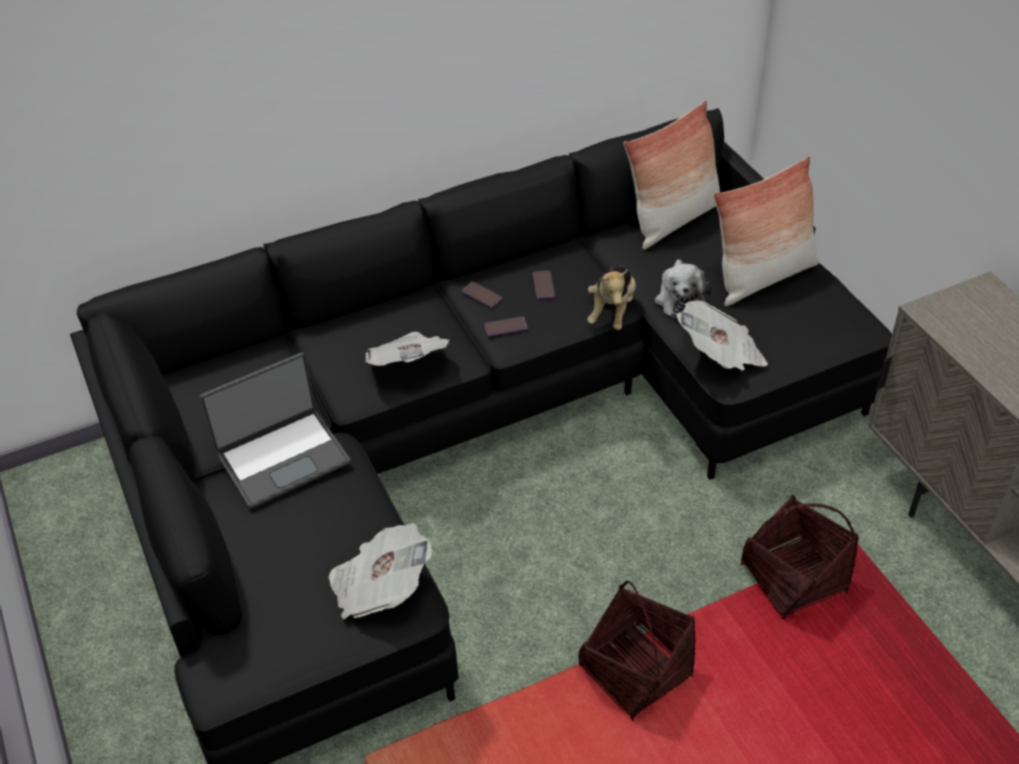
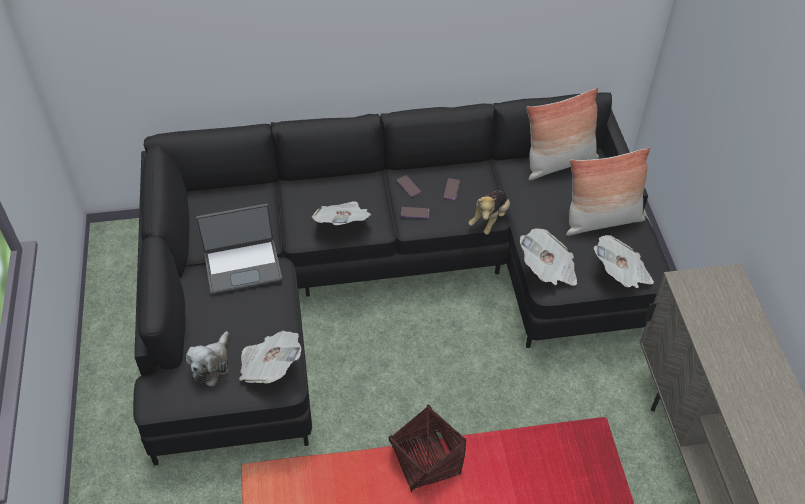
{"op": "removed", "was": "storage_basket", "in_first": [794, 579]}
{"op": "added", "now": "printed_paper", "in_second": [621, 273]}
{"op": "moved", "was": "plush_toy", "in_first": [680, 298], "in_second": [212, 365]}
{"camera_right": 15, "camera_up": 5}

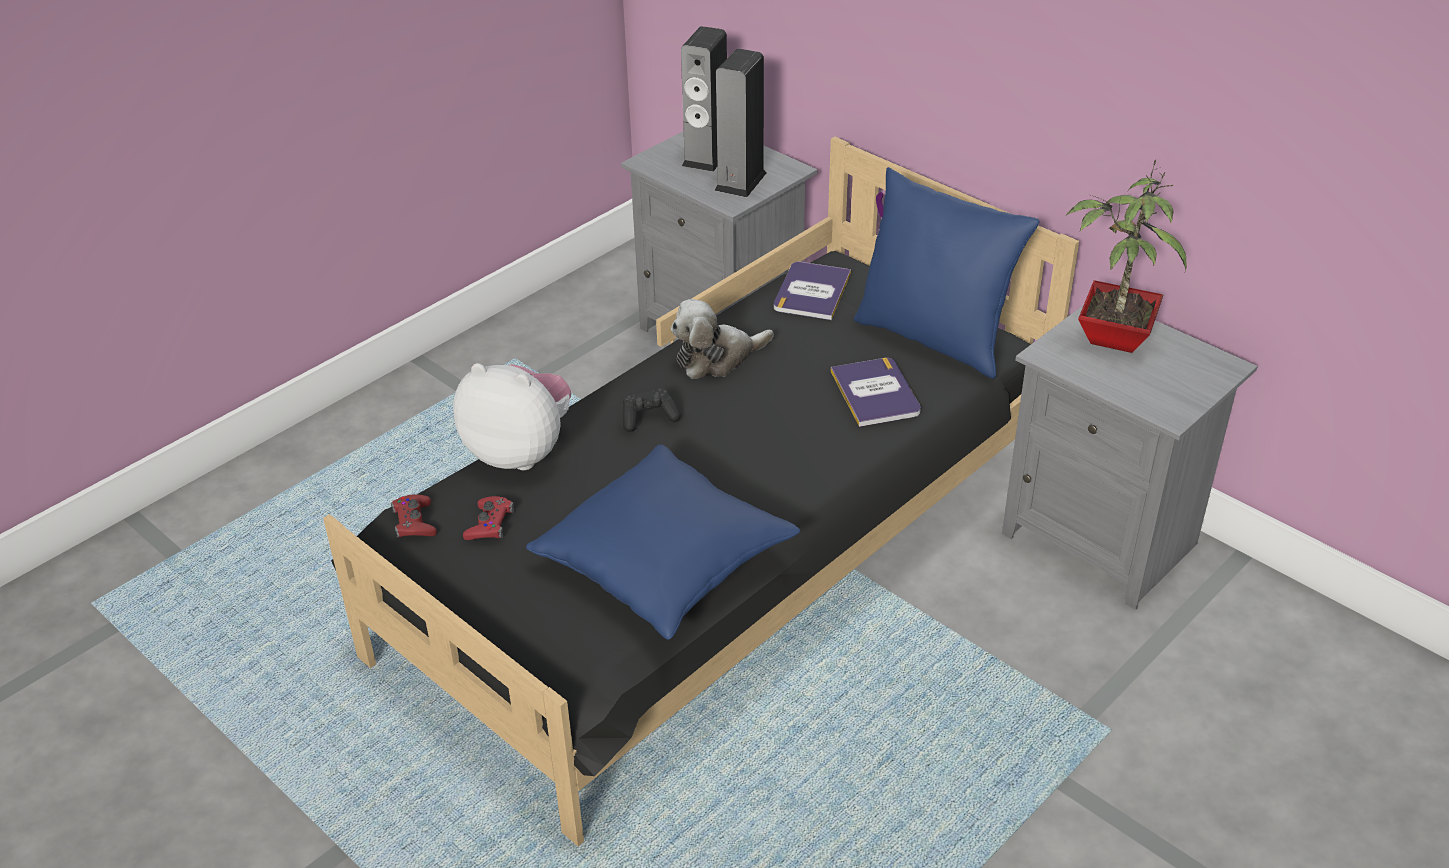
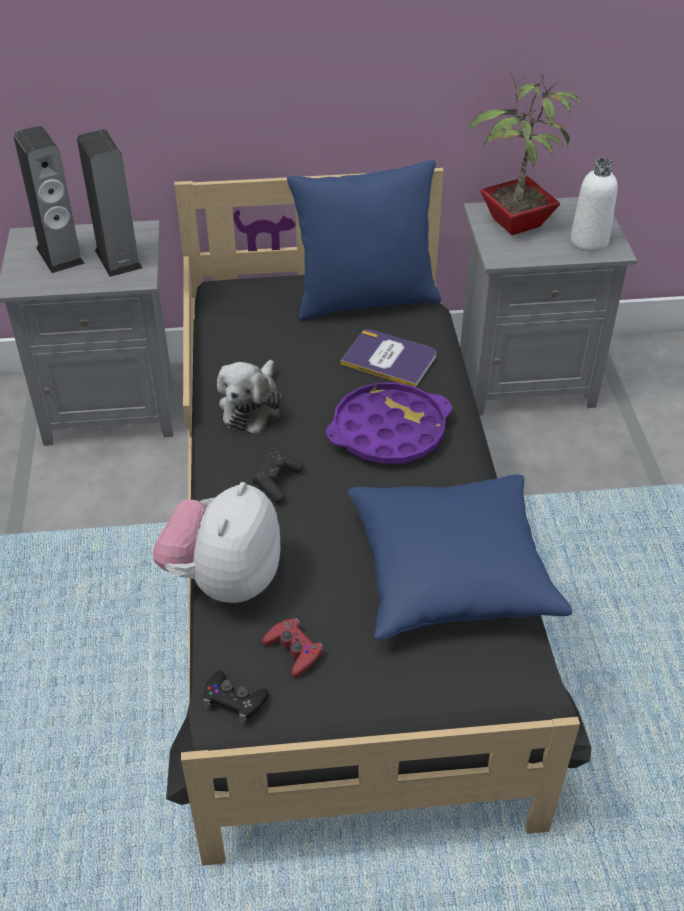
{"op": "removed", "was": "volume", "in_first": [811, 292]}
{"op": "added", "now": "purplish_tray", "in_second": [388, 431]}
{"op": "added", "now": "whitish_beverage_bottle", "in_second": [589, 241]}
{"op": "recoloured", "was": "reddish_gamepad", "now": "black_gamepad", "in_first": [414, 522], "in_second": [234, 700]}
{"op": "turned", "was": "plush_toy", "in_first": [520, 451], "in_second": [224, 579], "clockwise": -45}
{"camera_right": -50, "camera_up": 5}

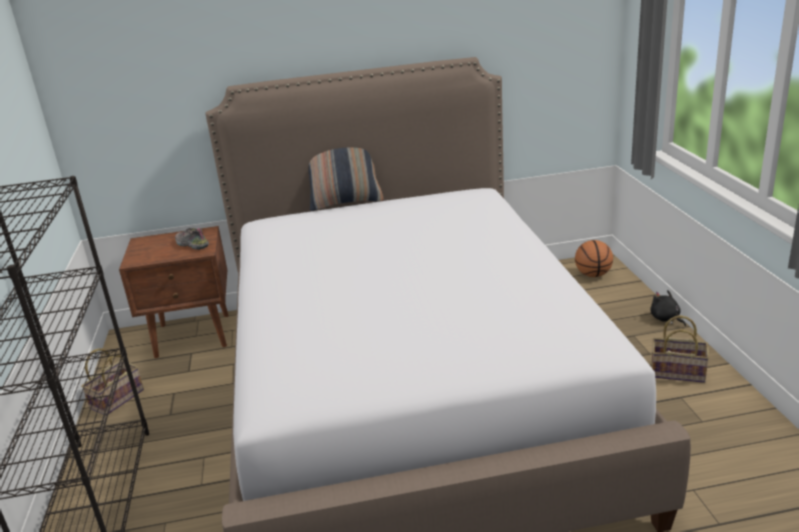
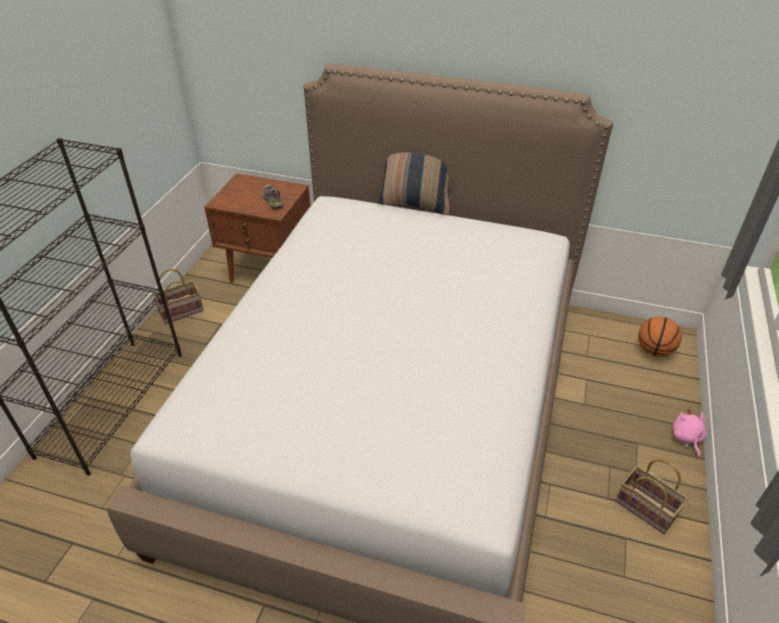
{"op": "recoloured", "was": "black_plush_toy", "now": "pinkish_plush_toy", "in_first": [666, 319], "in_second": [686, 438]}
{"camera_right": 25, "camera_up": 15}

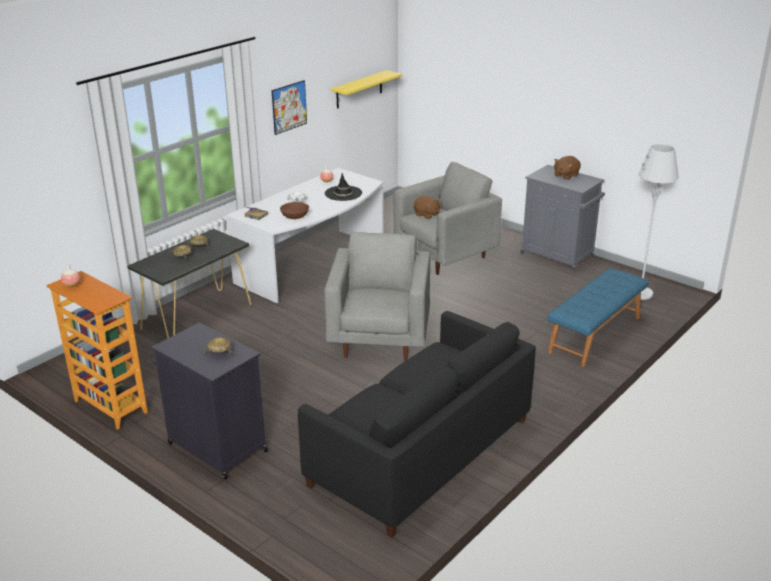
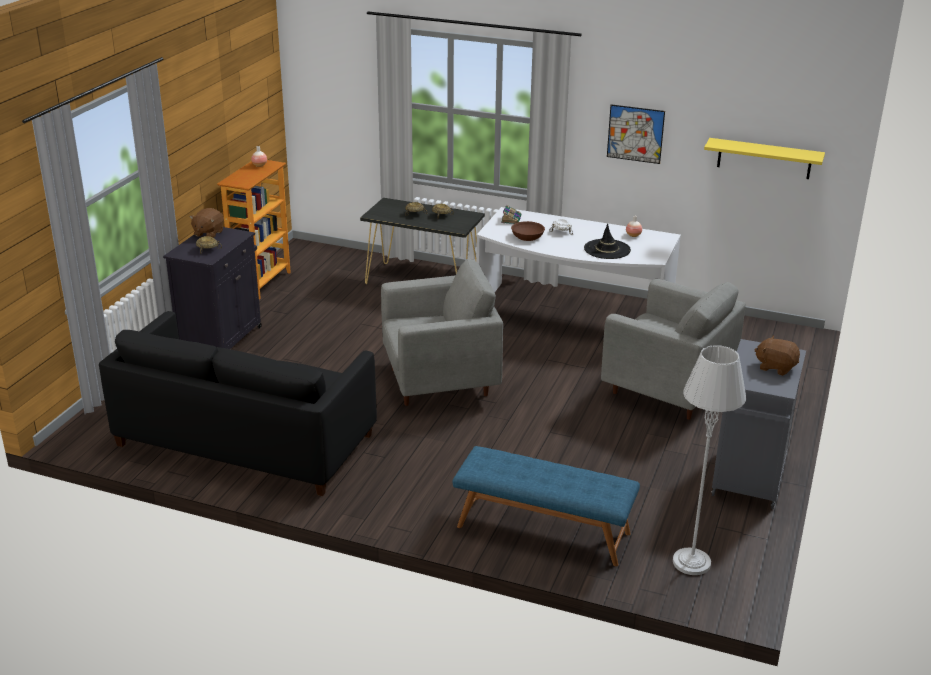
{"op": "moved", "was": "brown-coloured_plush_toy", "in_first": [426, 215], "in_second": [208, 233]}
{"camera_right": 70, "camera_up": 0}

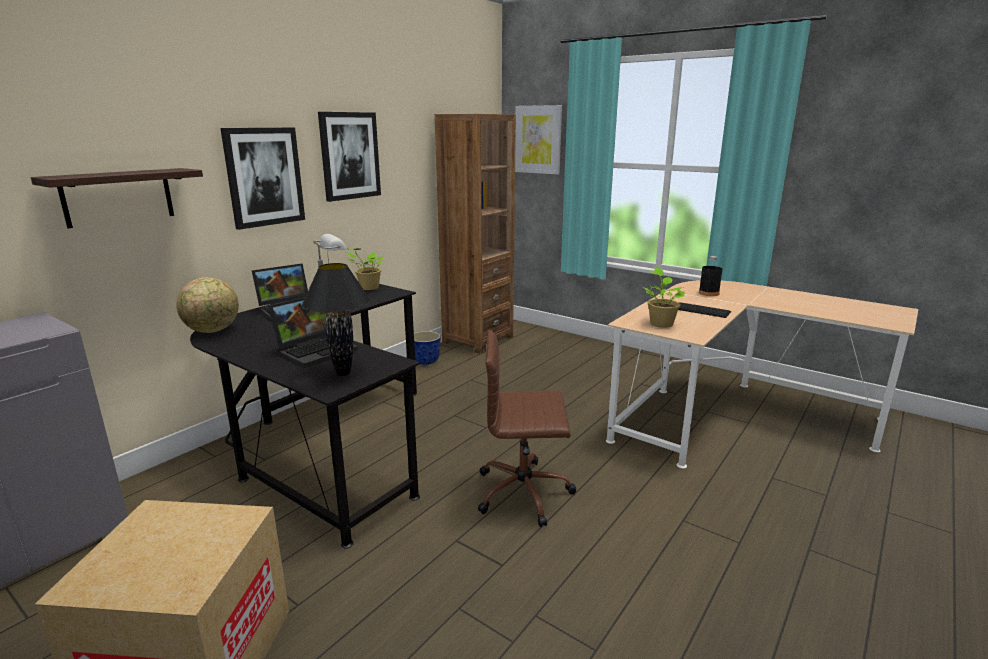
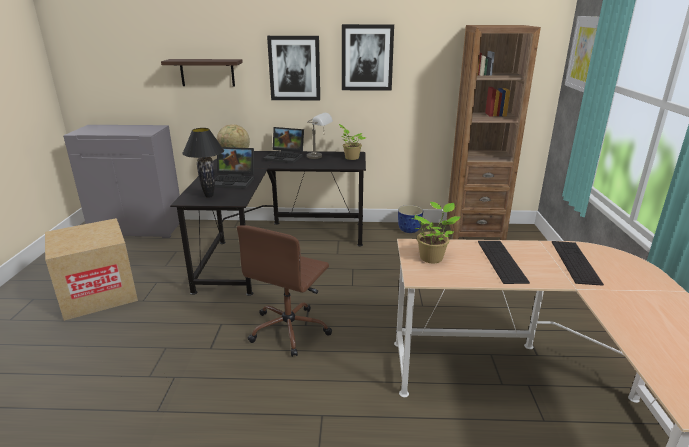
{"op": "replaced", "was": "black_beverage_bottle", "now": "keyboard", "in_first": [709, 293], "in_second": [575, 262]}
{"op": "turned", "was": "brown-coloured_office_chair", "in_first": [525, 492], "in_second": [290, 329], "clockwise": -120}
{"camera_right": 55, "camera_up": 5}

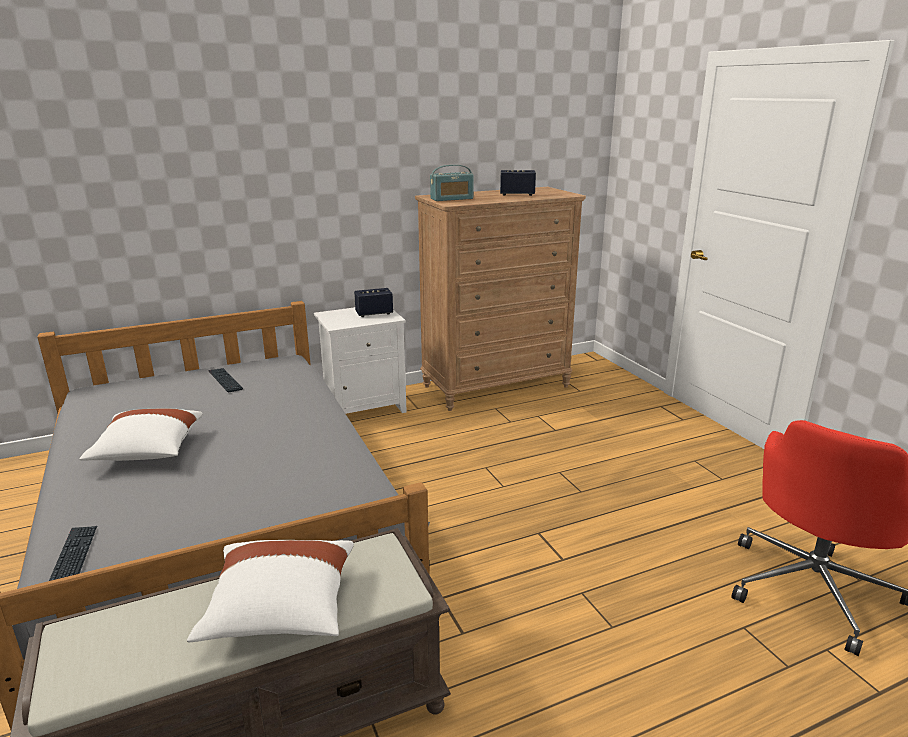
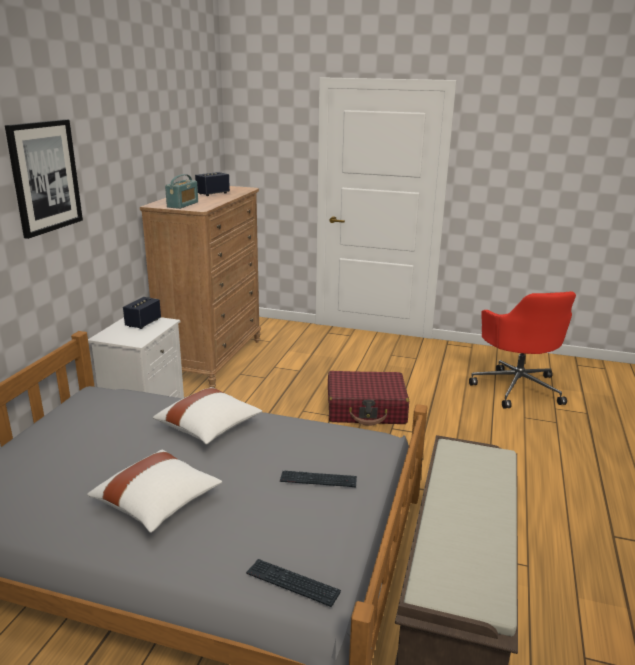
{"op": "added", "now": "picture", "in_second": [45, 177]}
{"op": "added", "now": "reddish_travel_case", "in_second": [366, 409]}
{"op": "moved", "was": "whitish_throw_pillow", "in_first": [280, 610], "in_second": [209, 428]}
{"op": "moved", "was": "keyboard", "in_first": [225, 381], "in_second": [318, 480]}
{"camera_right": -50, "camera_up": 0}

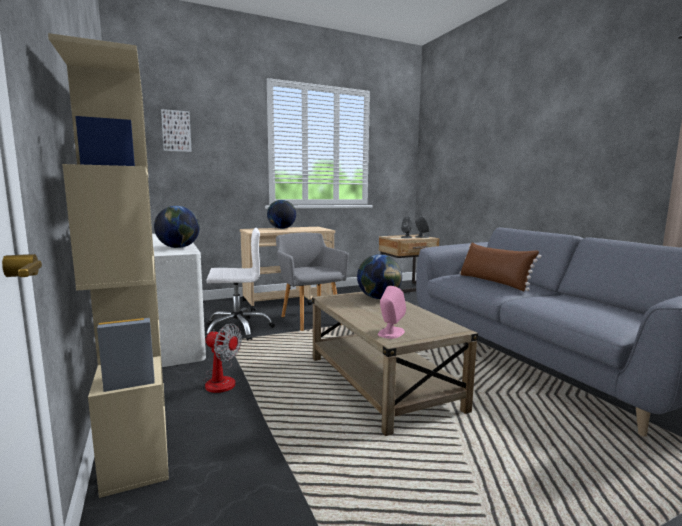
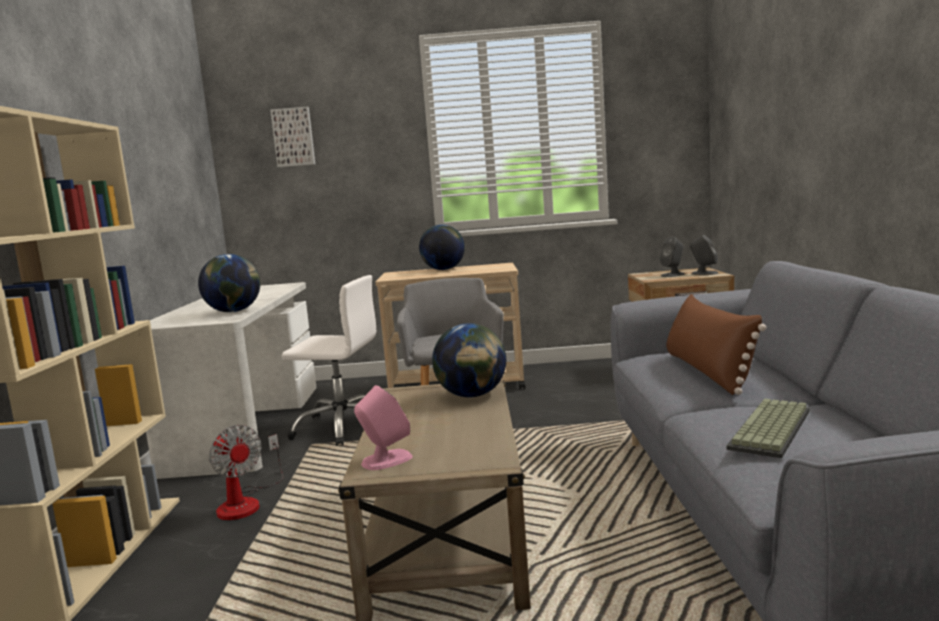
{"op": "added", "now": "keyboard", "in_second": [772, 430]}
{"camera_right": 25, "camera_up": 0}

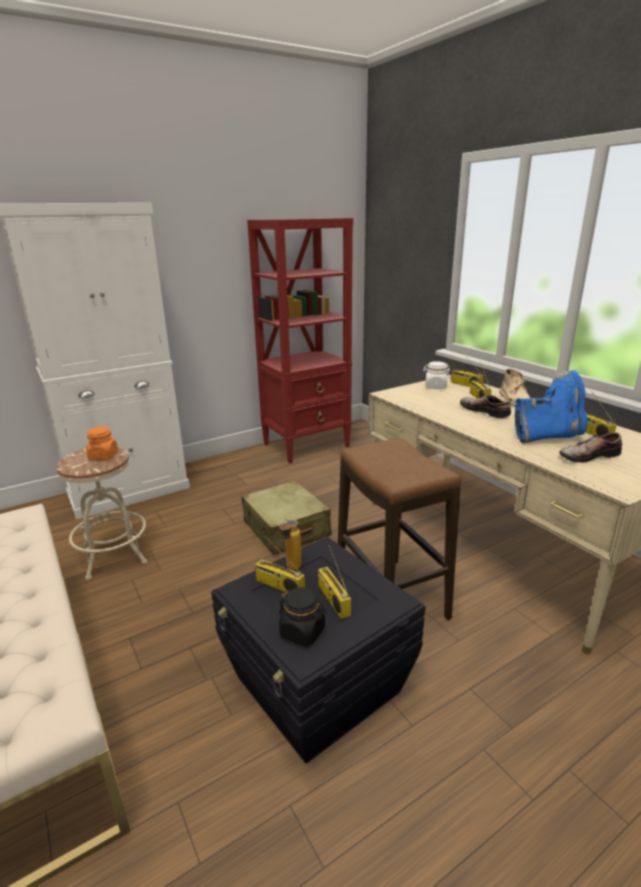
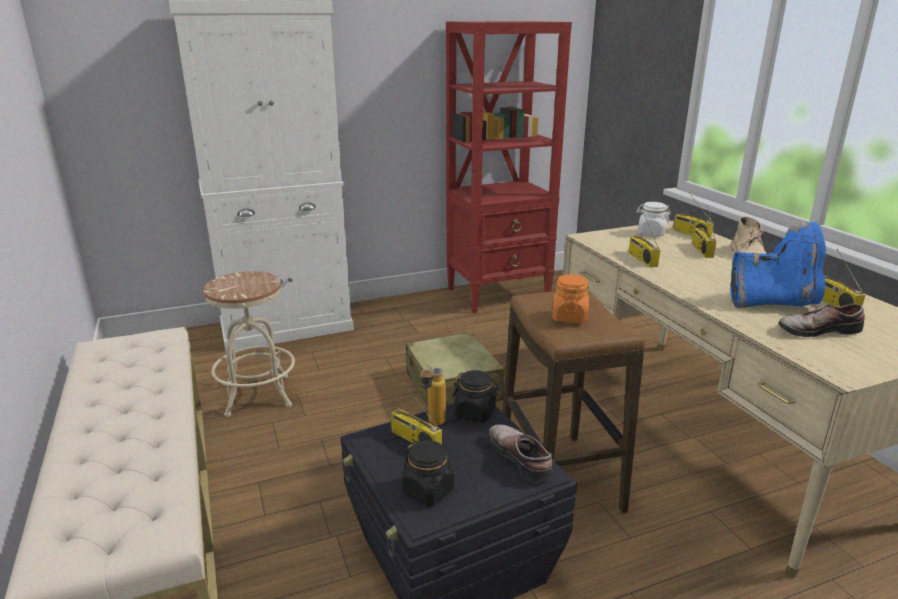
{"op": "added", "now": "black_storage_jar", "in_second": [475, 413]}
{"op": "moved", "was": "orange-coloured_storage_jar", "in_first": [103, 456], "in_second": [569, 317]}
{"op": "moved", "was": "radio", "in_first": [332, 599], "in_second": [641, 259]}
{"op": "moved", "was": "item_of_footwear", "in_first": [485, 411], "in_second": [522, 457]}
{"camera_right": 10, "camera_up": 0}

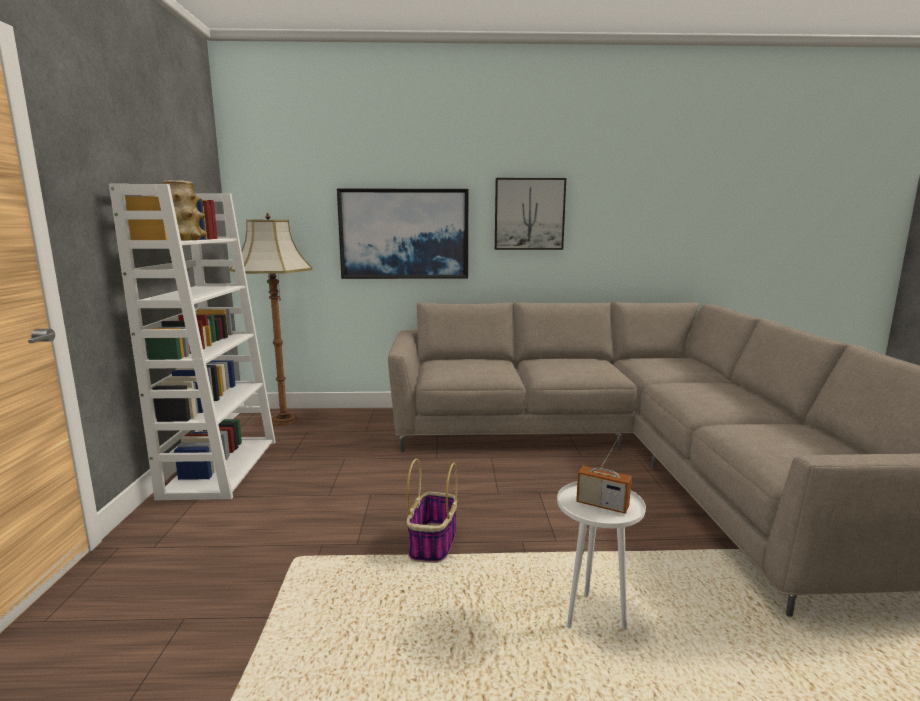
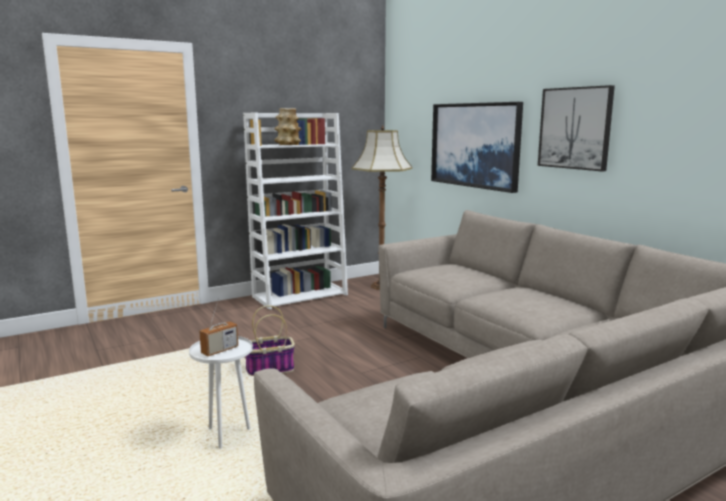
{"op": "turned", "was": "radio", "in_first": [602, 505], "in_second": [220, 350], "clockwise": -135}
{"camera_right": 60, "camera_up": 0}

